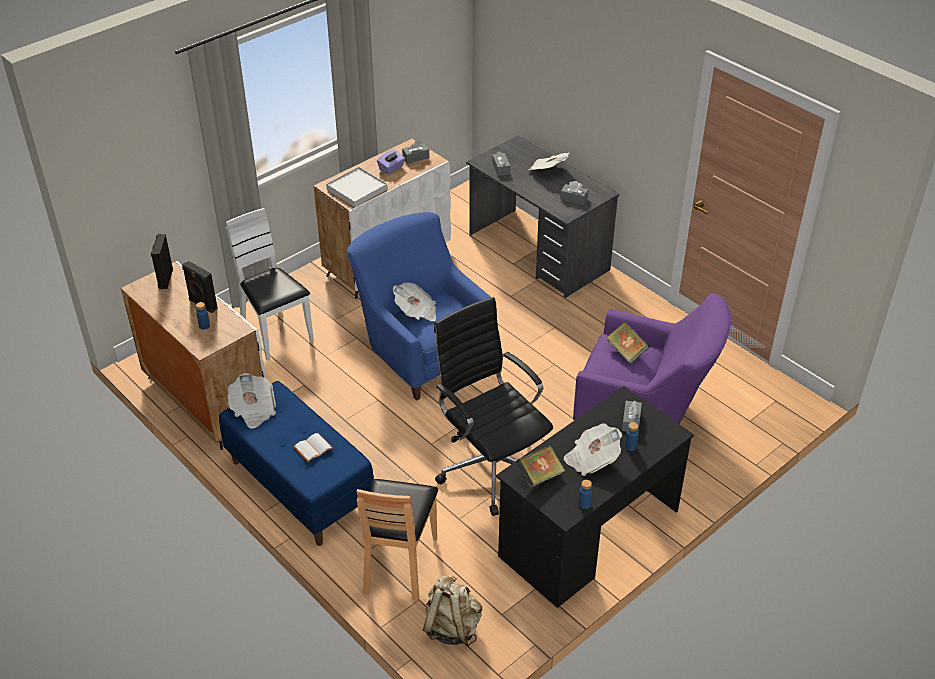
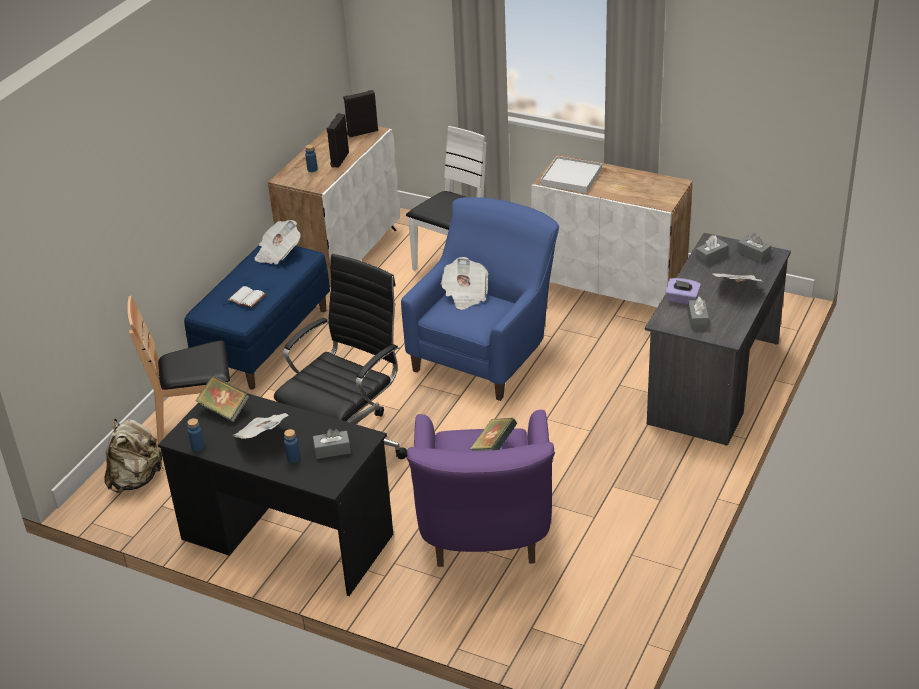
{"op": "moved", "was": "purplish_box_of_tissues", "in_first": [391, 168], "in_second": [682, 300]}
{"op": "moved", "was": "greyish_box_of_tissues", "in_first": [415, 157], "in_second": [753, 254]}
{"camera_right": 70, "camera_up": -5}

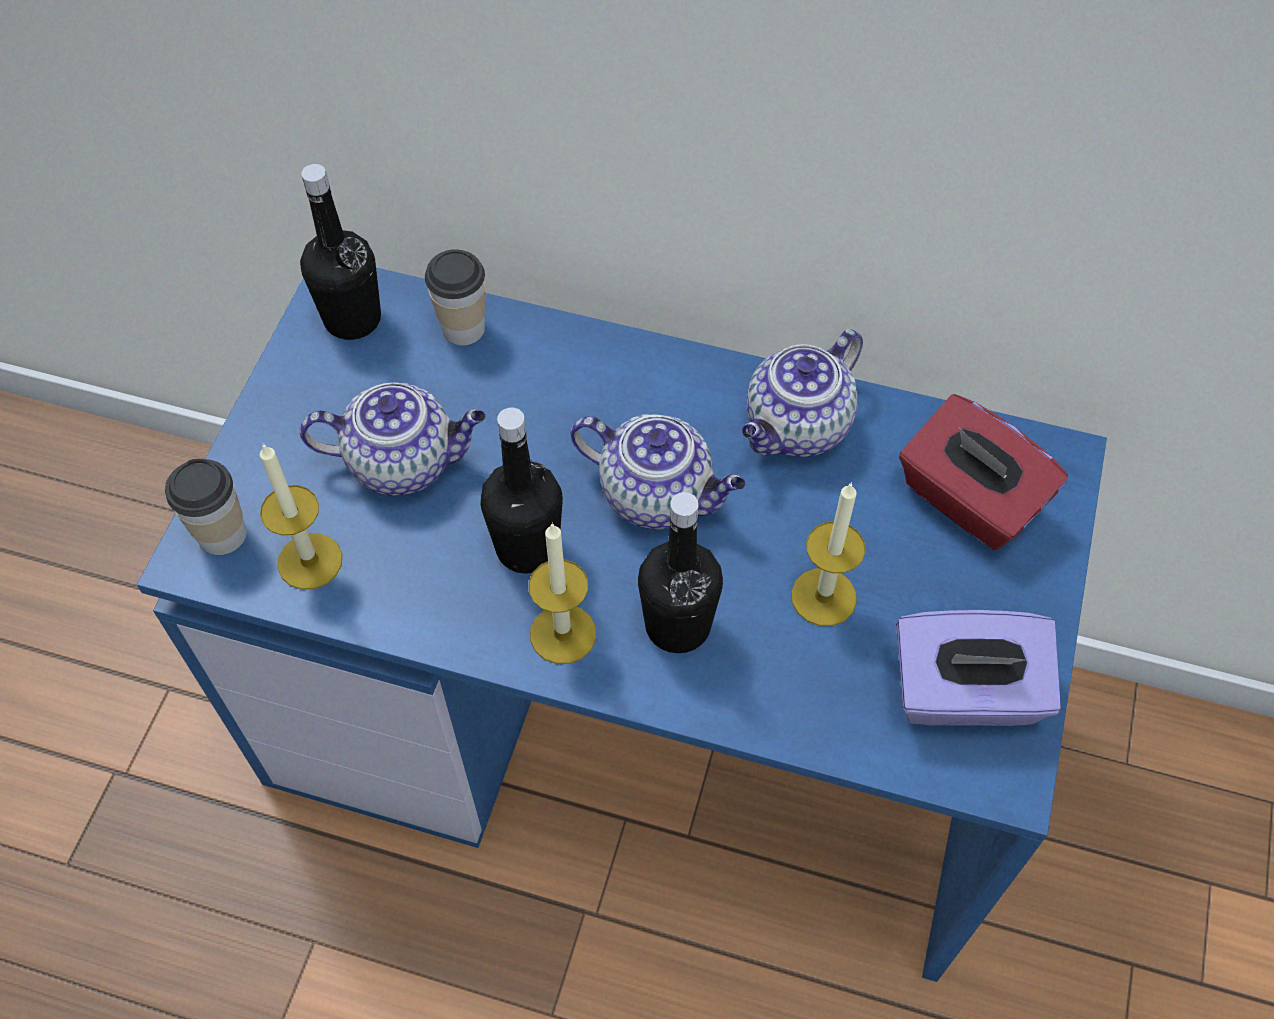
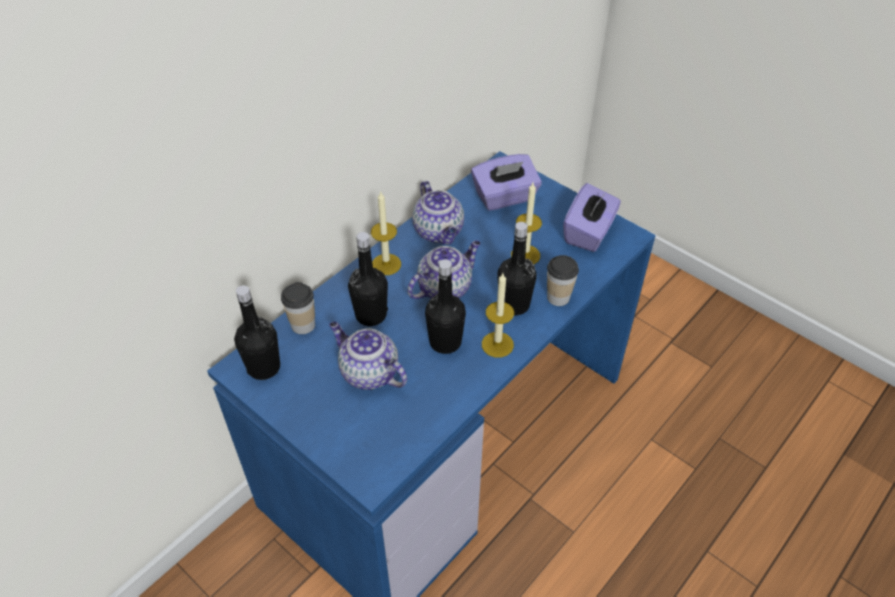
{"op": "added", "now": "black_beverage_bottle", "in_second": [371, 315]}
{"op": "moved", "was": "drinking_cup", "in_first": [222, 534], "in_second": [558, 297]}
{"op": "moved", "was": "candle", "in_first": [310, 561], "in_second": [386, 264]}
{"op": "recoloured", "was": "reddish_box_of_tissues", "now": "purplish_box_of_tissues", "in_first": [969, 500], "in_second": [505, 197]}
{"op": "turned", "was": "tea_pot", "in_first": [404, 462], "in_second": [368, 373], "clockwise": -75}
{"camera_right": -65, "camera_up": -10}

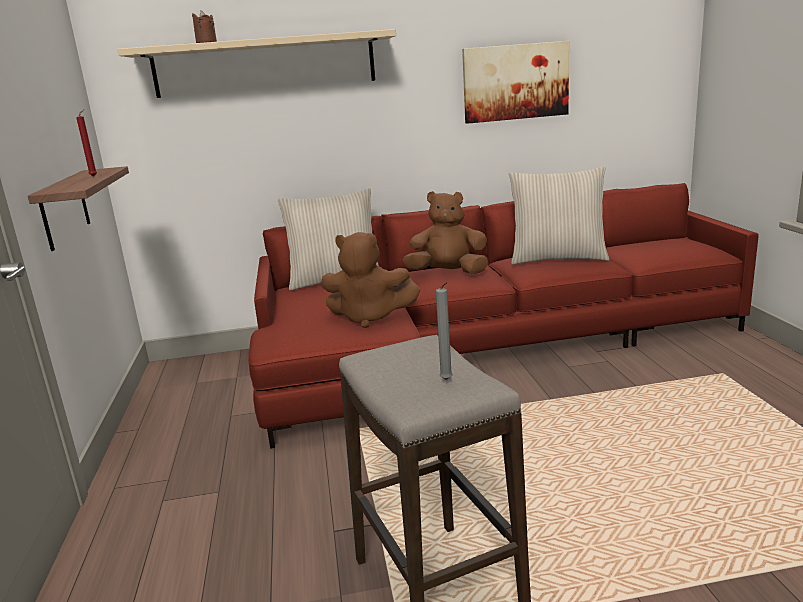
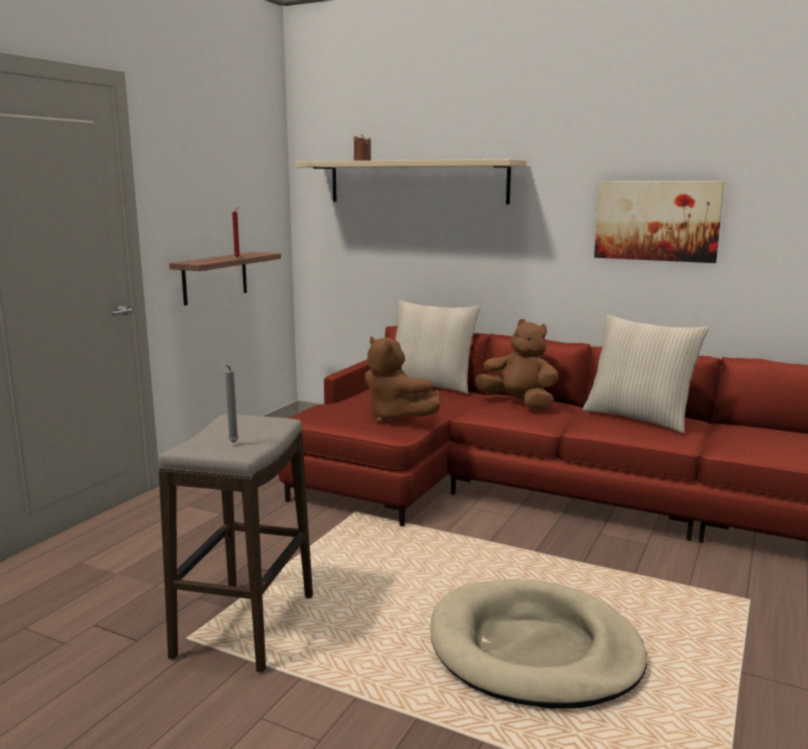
{"op": "added", "now": "sand-coloured_pet_bed", "in_second": [534, 650]}
{"camera_right": 35, "camera_up": -5}

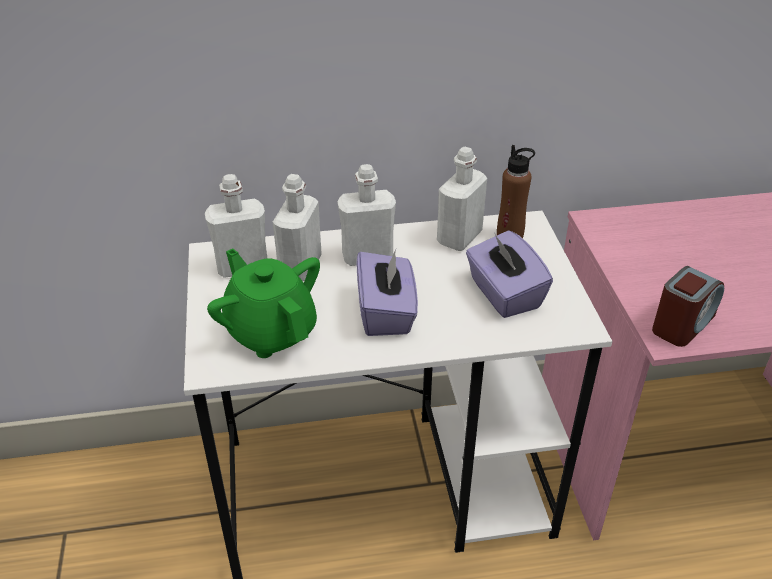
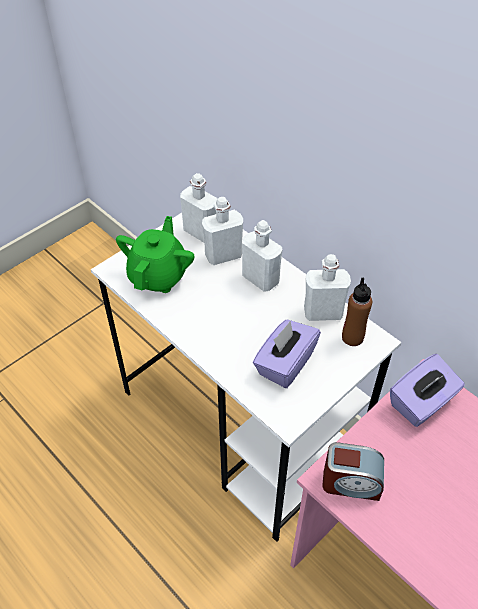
{"op": "moved", "was": "purplish_box_of_tissues", "in_first": [386, 313], "in_second": [421, 403]}
{"camera_right": 55, "camera_up": 10}

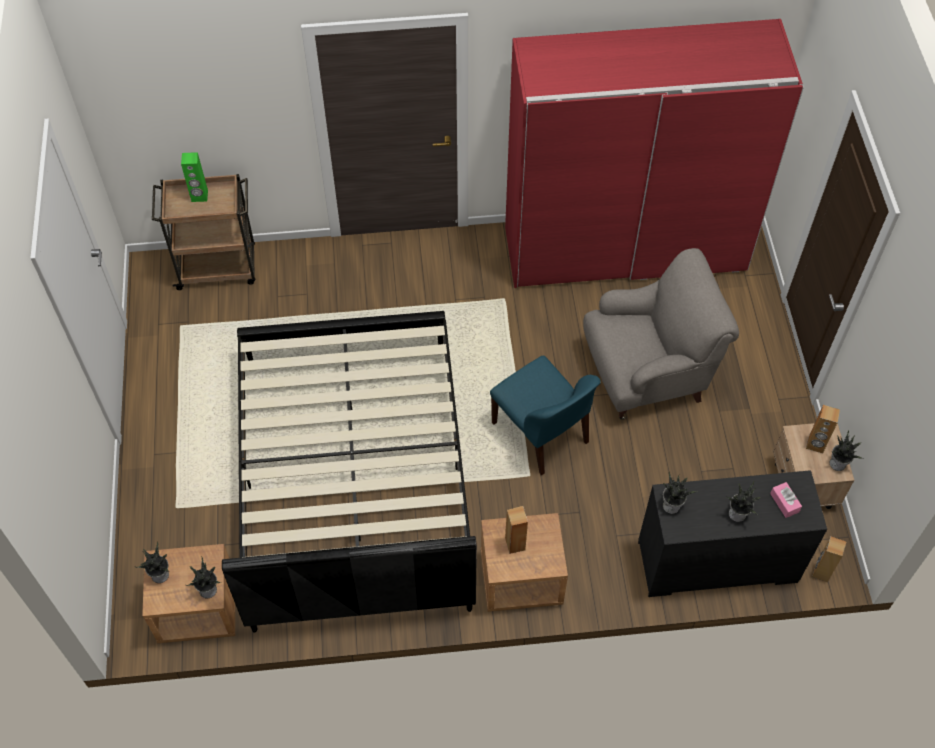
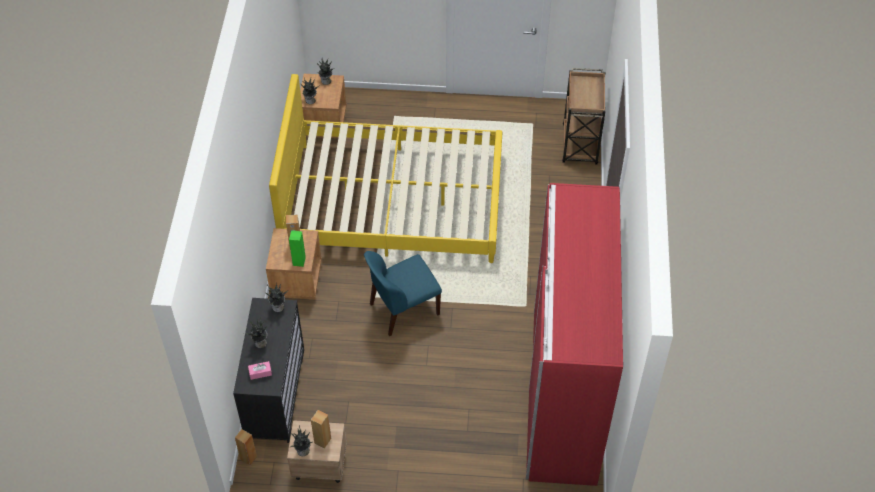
{"op": "removed", "was": "greyish_armchair", "in_first": [647, 374]}
{"op": "moved", "was": "greenish_loudspeaker", "in_first": [199, 196], "in_second": [299, 261]}
{"op": "recoloured", "was": "black_bedroom_bed", "now": "yellowish_bedroom_bed", "in_first": [352, 478], "in_second": [393, 201]}
{"camera_right": 100, "camera_up": -5}

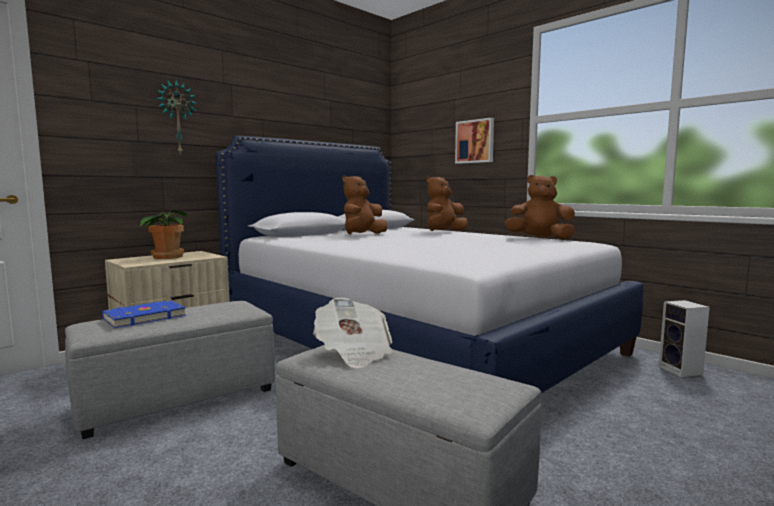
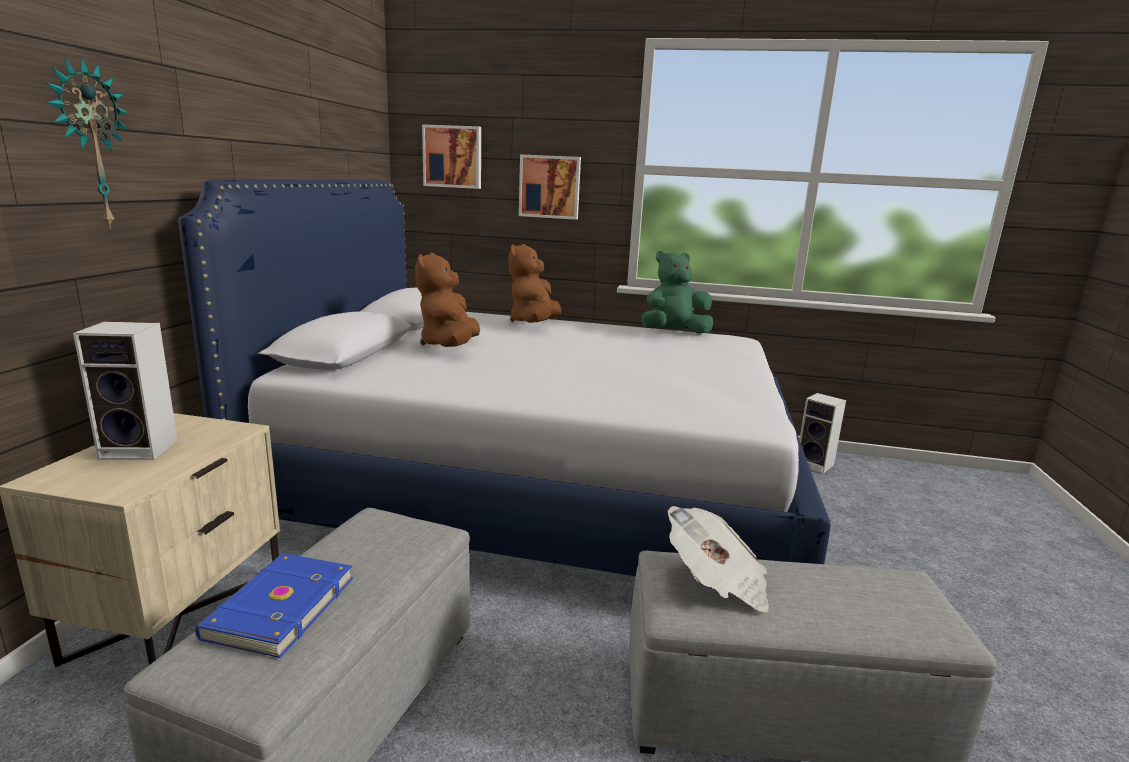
{"op": "added", "now": "picture", "in_second": [453, 157]}
{"op": "replaced", "was": "potted_plant", "now": "loudspeaker", "in_first": [166, 257], "in_second": [142, 449]}
{"op": "recoloured", "was": "brown-coloured_plush_toy", "now": "greenish_plush_toy", "in_first": [539, 238], "in_second": [673, 333]}
{"camera_right": -35, "camera_up": 10}

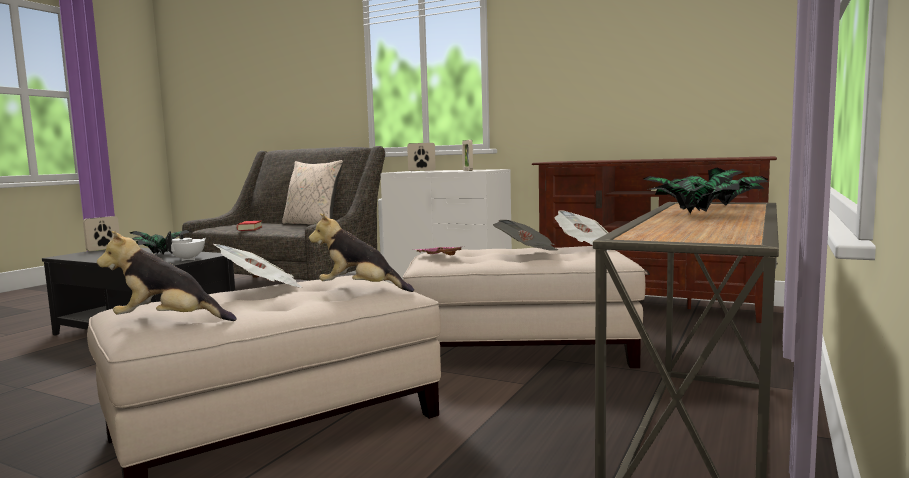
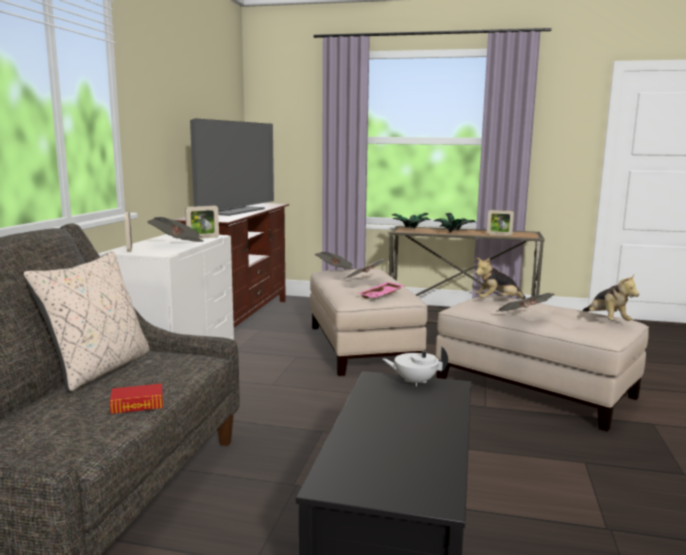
{"op": "removed", "was": "potted_plant", "in_first": [161, 254]}
{"op": "added", "now": "printed_paper", "in_second": [178, 245]}
{"op": "added", "now": "TV_set", "in_second": [234, 211]}
{"op": "moved", "was": "photo_frame", "in_first": [103, 249], "in_second": [499, 234]}
{"op": "turned", "was": "plush_toy", "in_first": [360, 290], "in_second": [497, 301], "clockwise": 75}
{"camera_right": -105, "camera_up": 5}

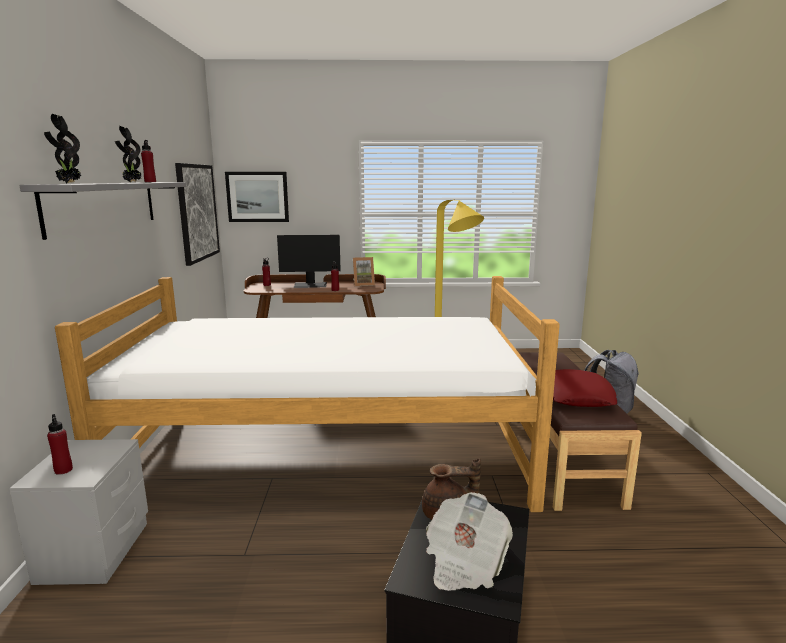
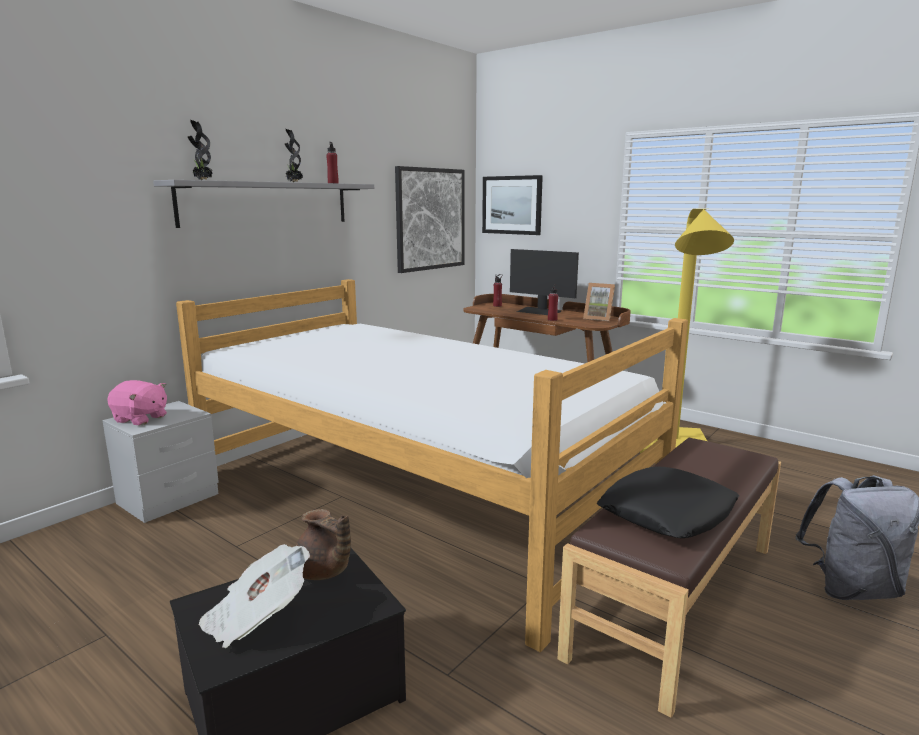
{"op": "replaced", "was": "reddish_beverage_bottle", "now": "pinkish_plush_toy", "in_first": [63, 470], "in_second": [140, 419]}
{"op": "recoloured", "was": "reddish_throw_pillow", "now": "black_throw_pillow", "in_first": [576, 395], "in_second": [667, 512]}
{"camera_right": 40, "camera_up": 0}

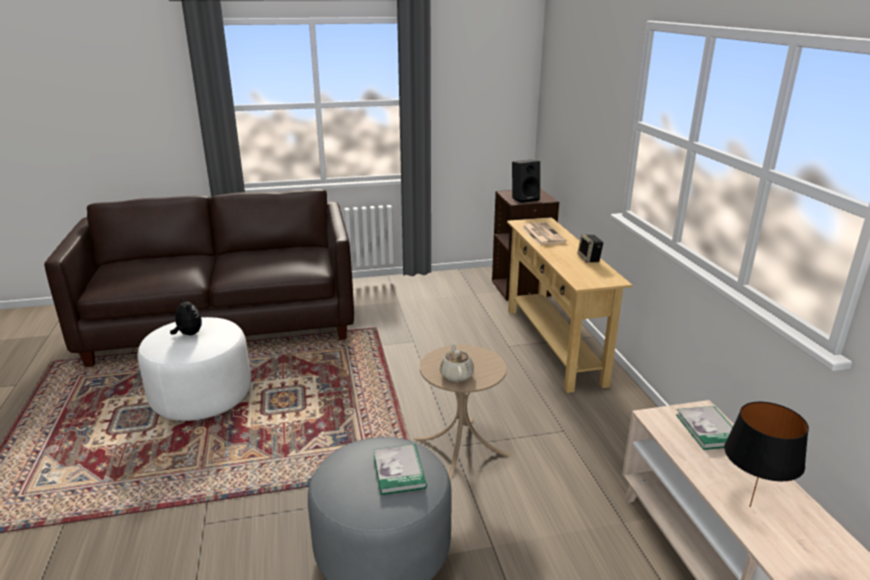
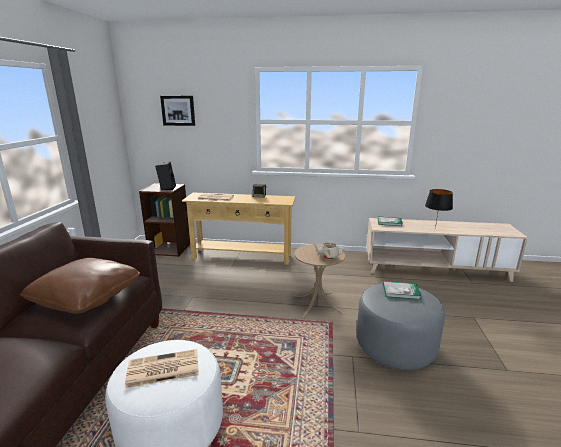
{"op": "added", "now": "brown-coloured_throw_pillow", "in_second": [86, 297]}
{"op": "added", "now": "picture", "in_second": [178, 110]}
{"op": "replaced", "was": "plush_toy", "now": "printed_paper", "in_first": [188, 334], "in_second": [162, 369]}
{"camera_right": -70, "camera_up": -5}

